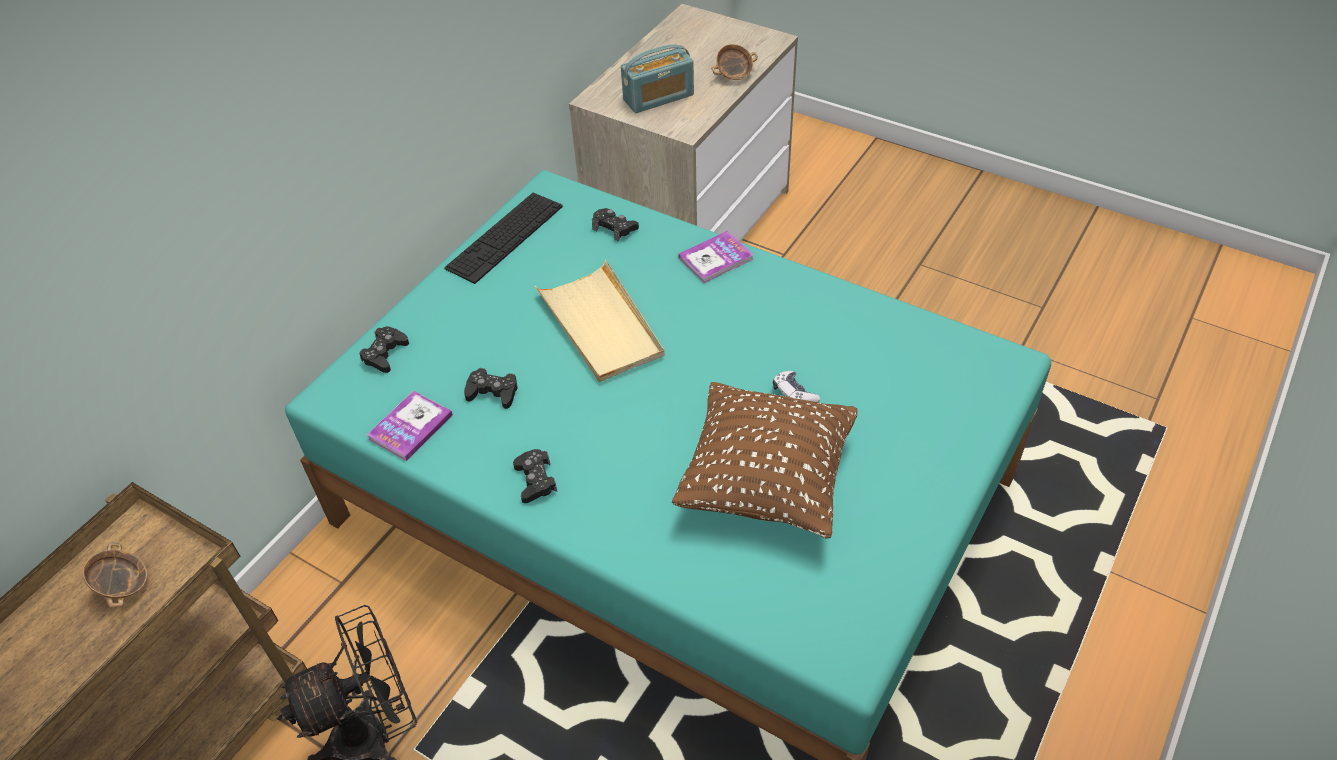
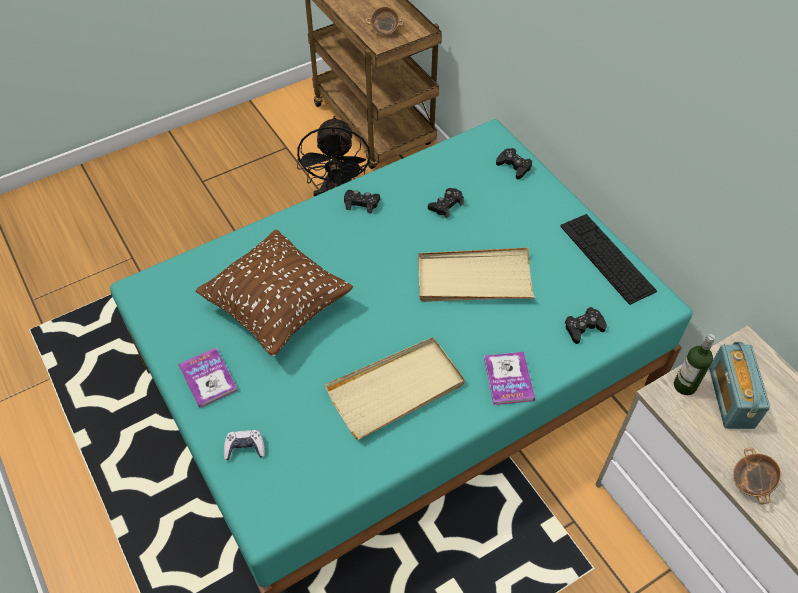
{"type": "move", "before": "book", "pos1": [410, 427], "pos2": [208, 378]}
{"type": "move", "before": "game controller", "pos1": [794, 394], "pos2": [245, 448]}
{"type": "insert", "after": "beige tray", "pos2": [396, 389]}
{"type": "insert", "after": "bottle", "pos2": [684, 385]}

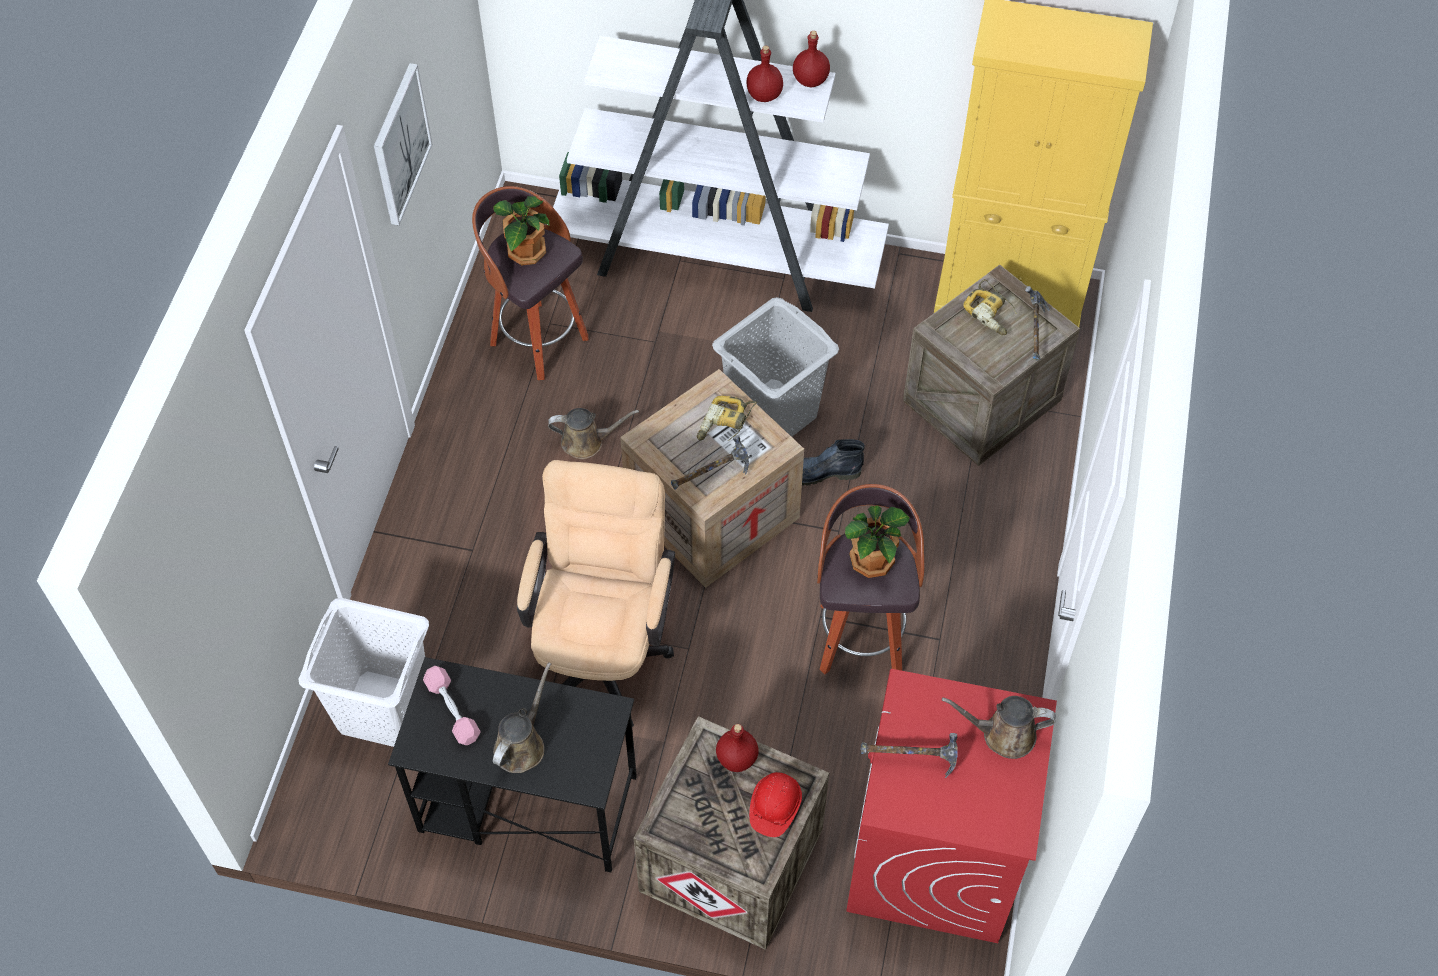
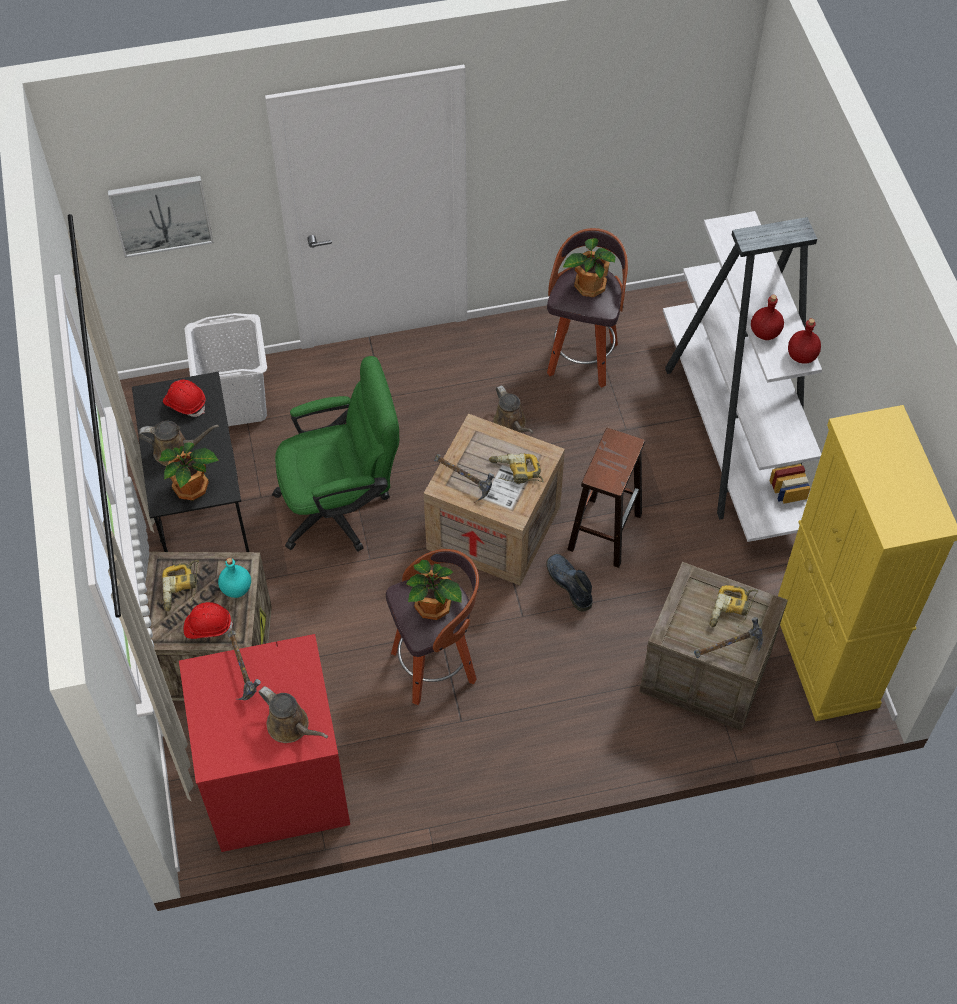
{"type": "move", "before": "picture", "pos1": [400, 144], "pos2": [161, 215]}
{"type": "replace", "before": "pink dumbbell", "after": "red hard hat", "pos1": [452, 710], "pos2": [185, 403]}
{"type": "recolor", "before": "beige office chair", "after": "green office chair", "pos1": [603, 650], "pos2": [342, 507]}
{"type": "replace", "before": "grey laundry basket", "after": "brown stool", "pos1": [771, 414], "pos2": [605, 530]}
{"type": "recolor", "before": "red bottle", "after": "turquoise bottle", "pos1": [737, 759], "pos2": [236, 589]}
{"type": "rotate", "before": "brown watering can", "pos1": [1003, 734], "pos2": [291, 726], "turn": 150}
{"type": "insert", "after": "potted plant", "pos2": [192, 488]}
{"type": "insert", "after": "power drill", "pos2": [181, 588]}

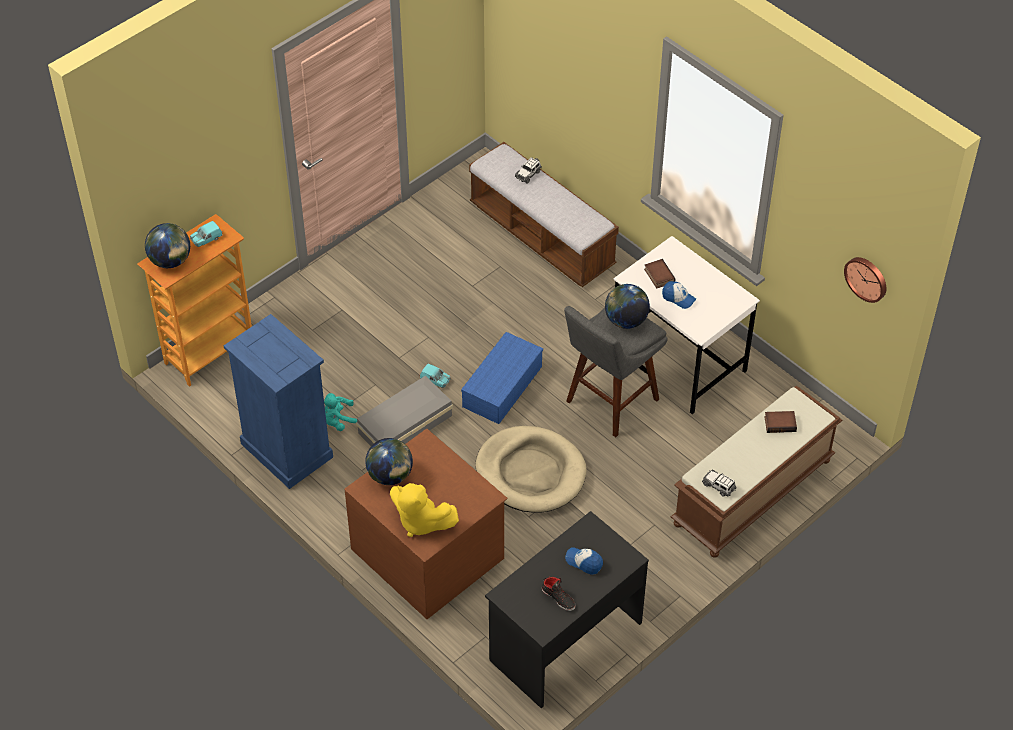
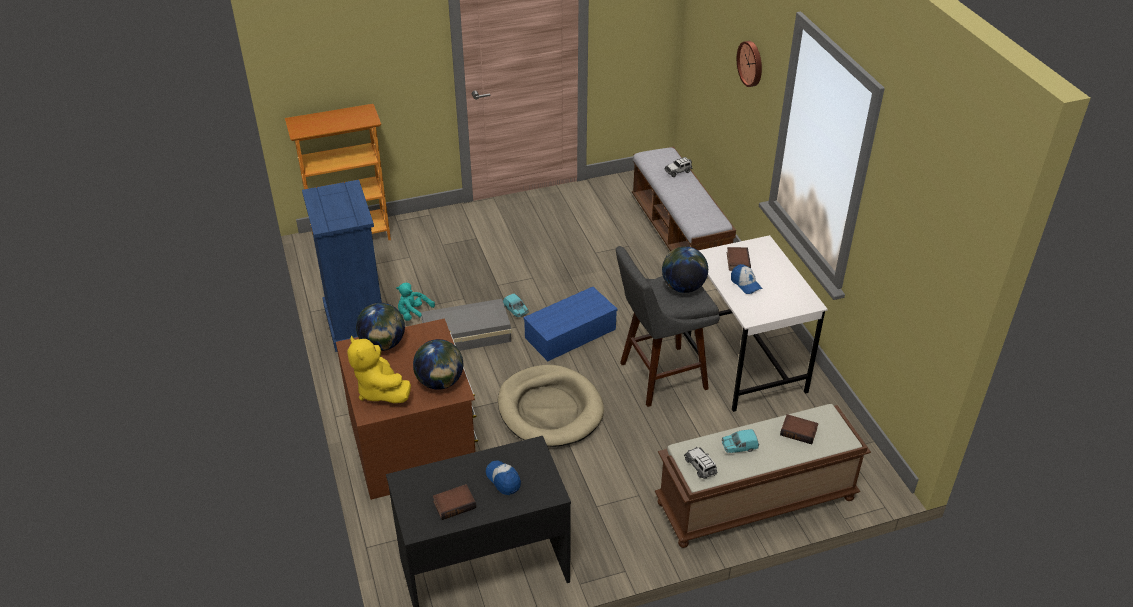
{"type": "move", "before": "globe", "pos1": [170, 261], "pos2": [440, 382]}
{"type": "move", "before": "turquoise toy car", "pos1": [206, 239], "pos2": [739, 447]}
{"type": "replace", "before": "black shoe", "after": "book", "pos1": [558, 598], "pos2": [454, 503]}
{"type": "move", "before": "wall clock", "pos1": [867, 278], "pos2": [751, 63]}

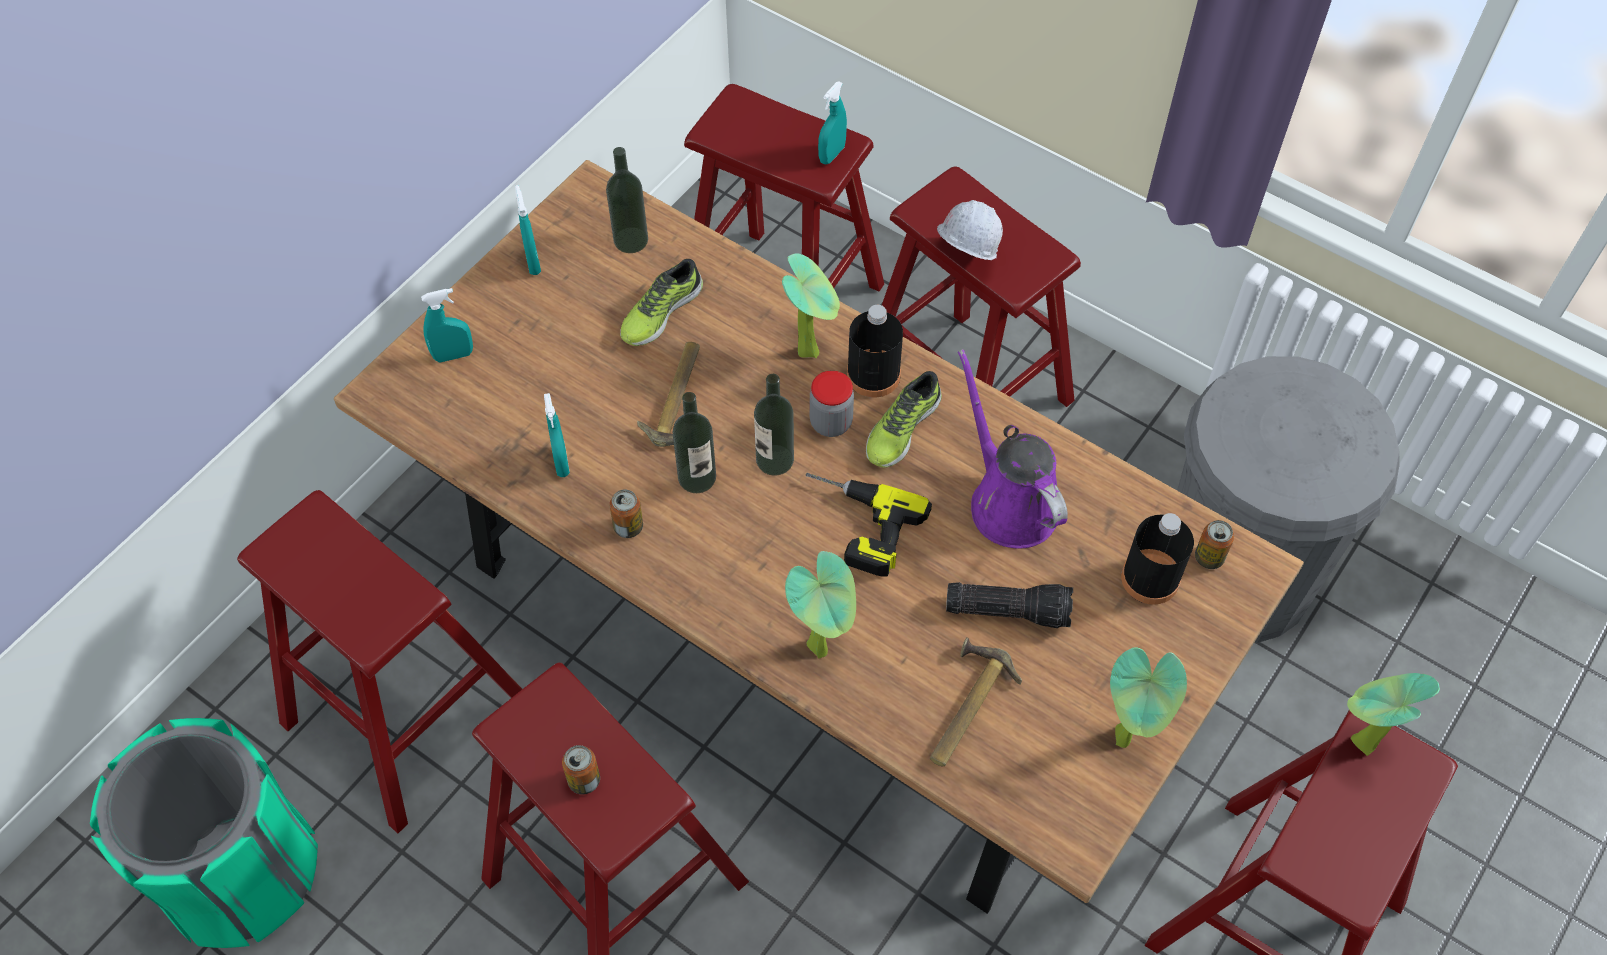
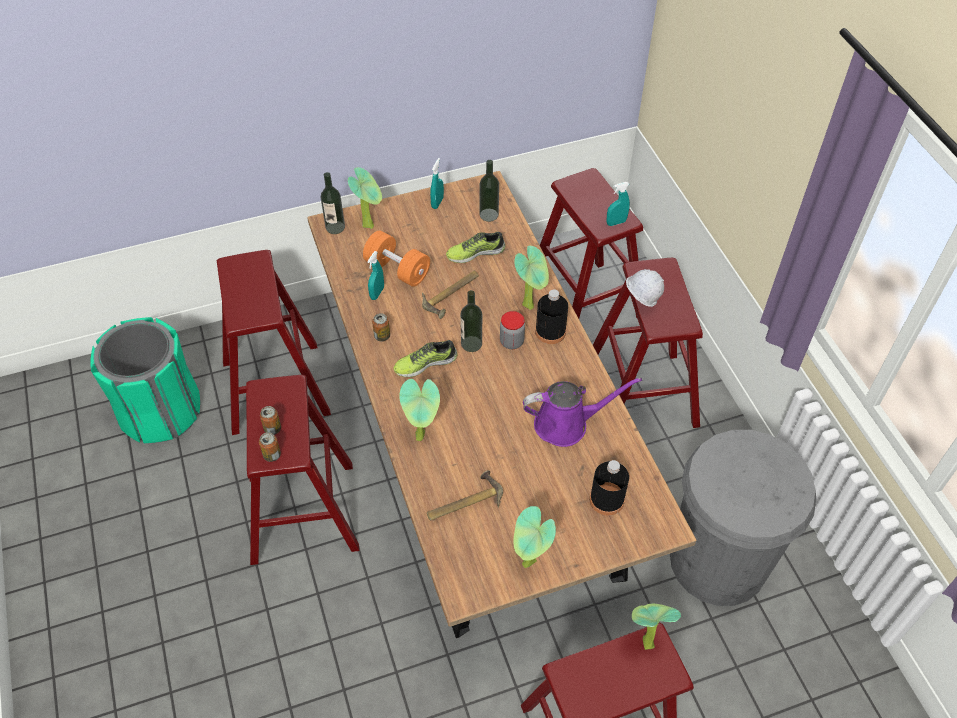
{"type": "replace", "before": "turquoise spray bottle", "after": "potted plant", "pos1": [453, 355], "pos2": [370, 224]}
{"type": "move", "before": "bottle", "pos1": [697, 477], "pos2": [335, 227]}
{"type": "delete", "before": "power drill", "pos1": [855, 526]}
{"type": "move", "before": "shoe", "pos1": [901, 428], "pos2": [425, 363]}
{"type": "delete", "before": "flashlight", "pos1": [1009, 609]}
{"type": "rotate", "before": "purple watering can", "pos1": [1008, 501], "pos2": [566, 424], "turn": 75}
{"type": "move", "before": "can", "pos1": [1209, 557], "pos2": [272, 455]}
{"type": "insert", "after": "orange dumbbell", "pos2": [397, 269]}

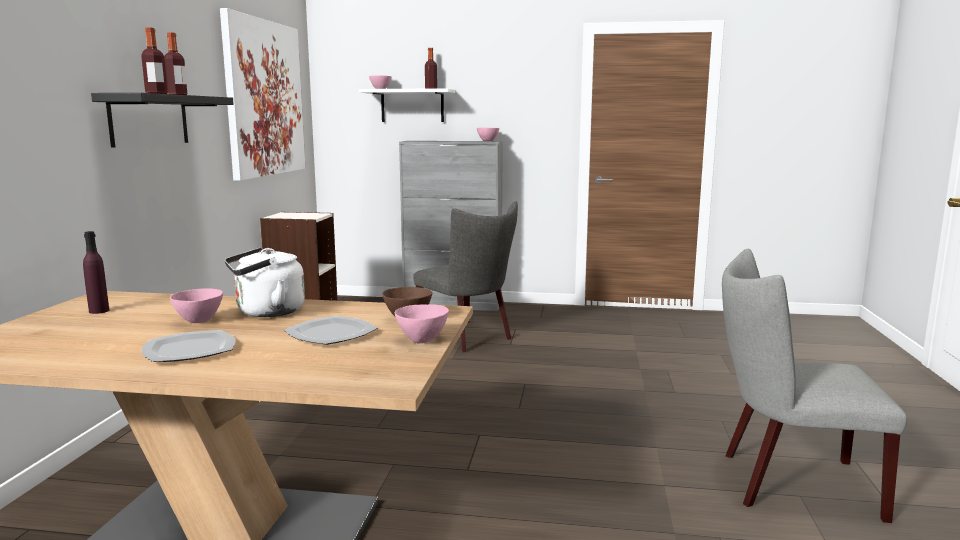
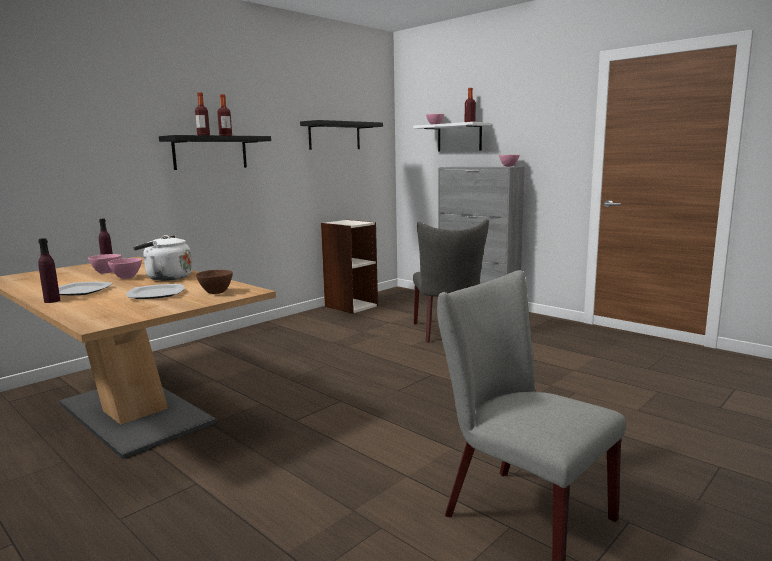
{"type": "replace", "before": "picture", "after": "black shelf", "pos1": [264, 98], "pos2": [334, 136]}
{"type": "move", "before": "pink bowl", "pos1": [422, 340], "pos2": [107, 272]}
{"type": "insert", "after": "purple bottle", "pos2": [52, 301]}

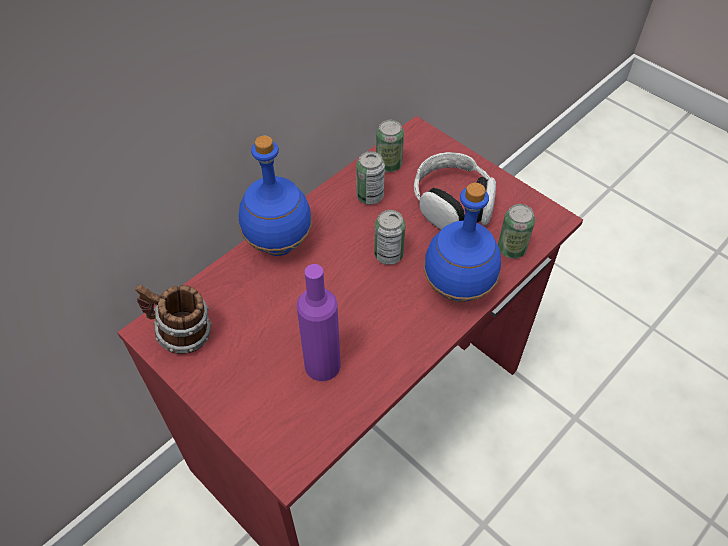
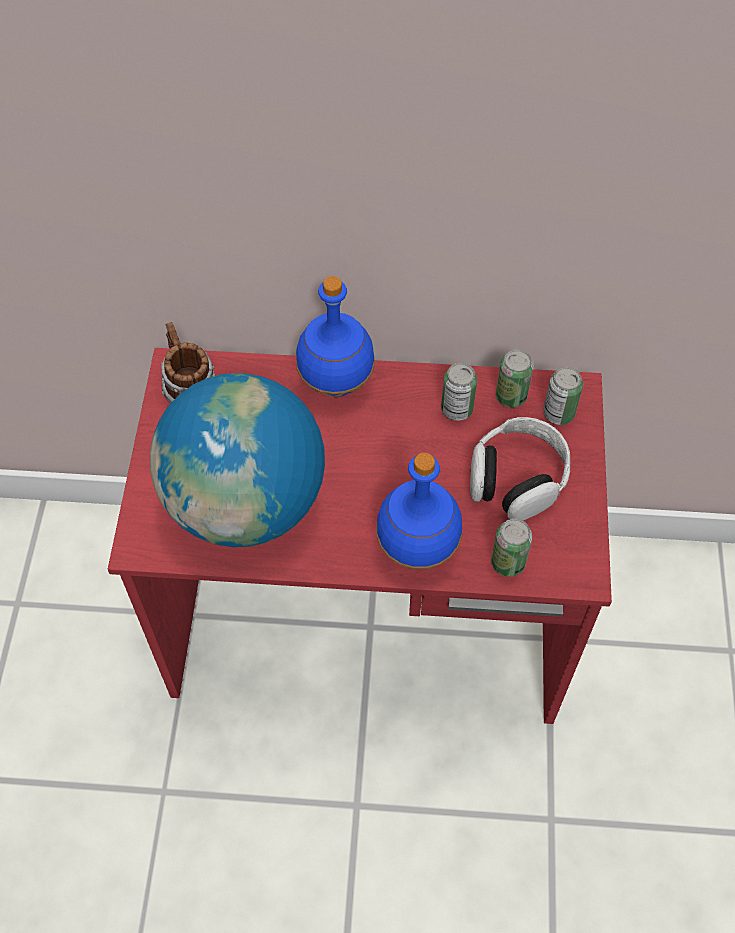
{"type": "replace", "before": "purple bottle", "after": "globe", "pos1": [322, 365], "pos2": [246, 503]}
{"type": "move", "before": "can", "pos1": [388, 255], "pos2": [558, 413]}

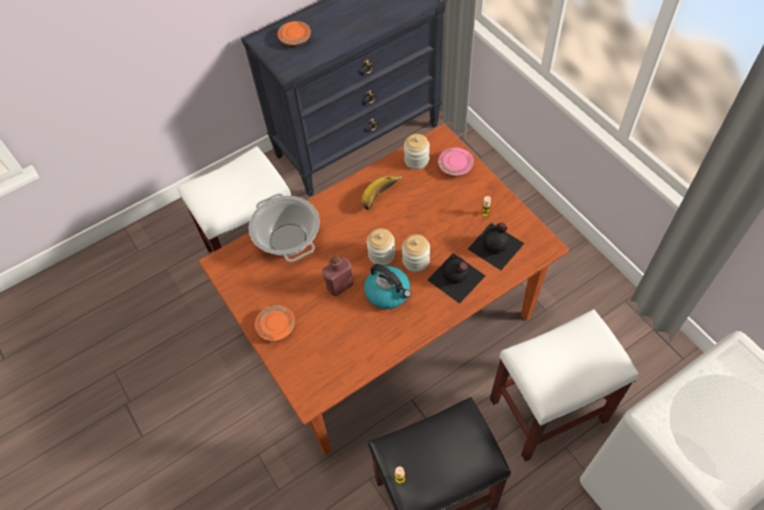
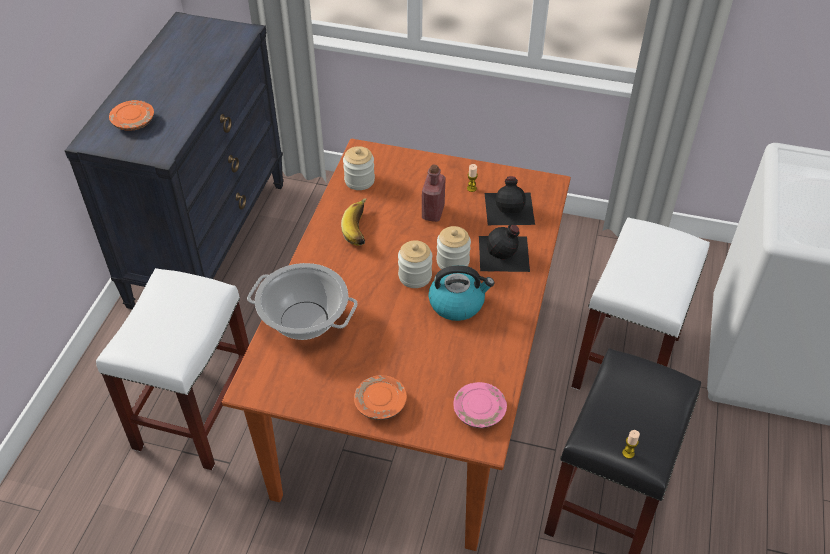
{"type": "move", "before": "red bottle", "pos1": [340, 286], "pos2": [433, 212]}
{"type": "move", "before": "pink plate", "pos1": [455, 166], "pos2": [479, 411]}

